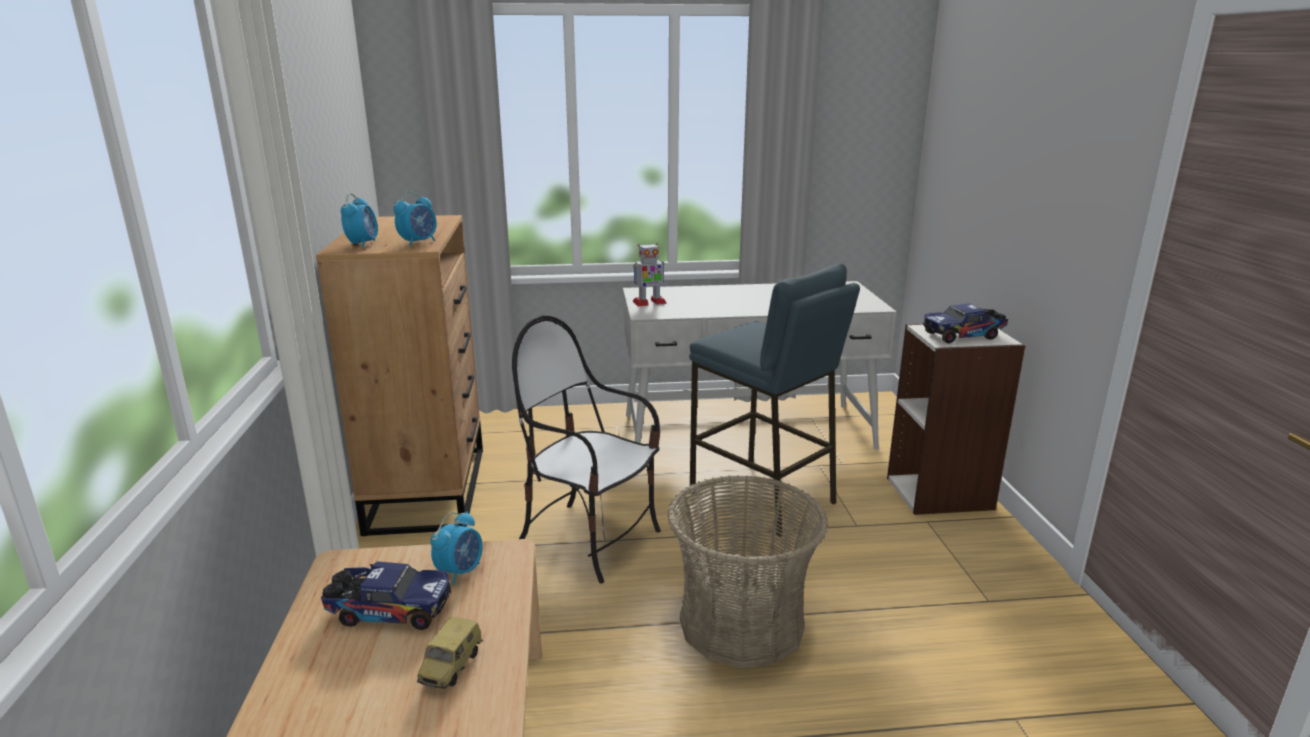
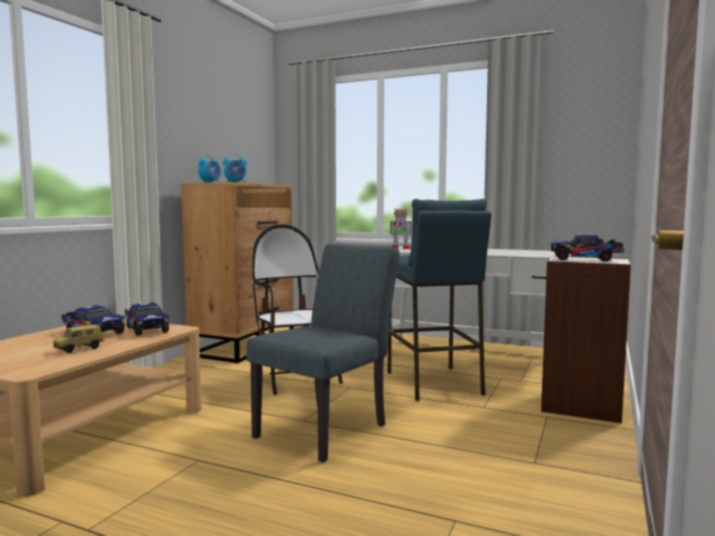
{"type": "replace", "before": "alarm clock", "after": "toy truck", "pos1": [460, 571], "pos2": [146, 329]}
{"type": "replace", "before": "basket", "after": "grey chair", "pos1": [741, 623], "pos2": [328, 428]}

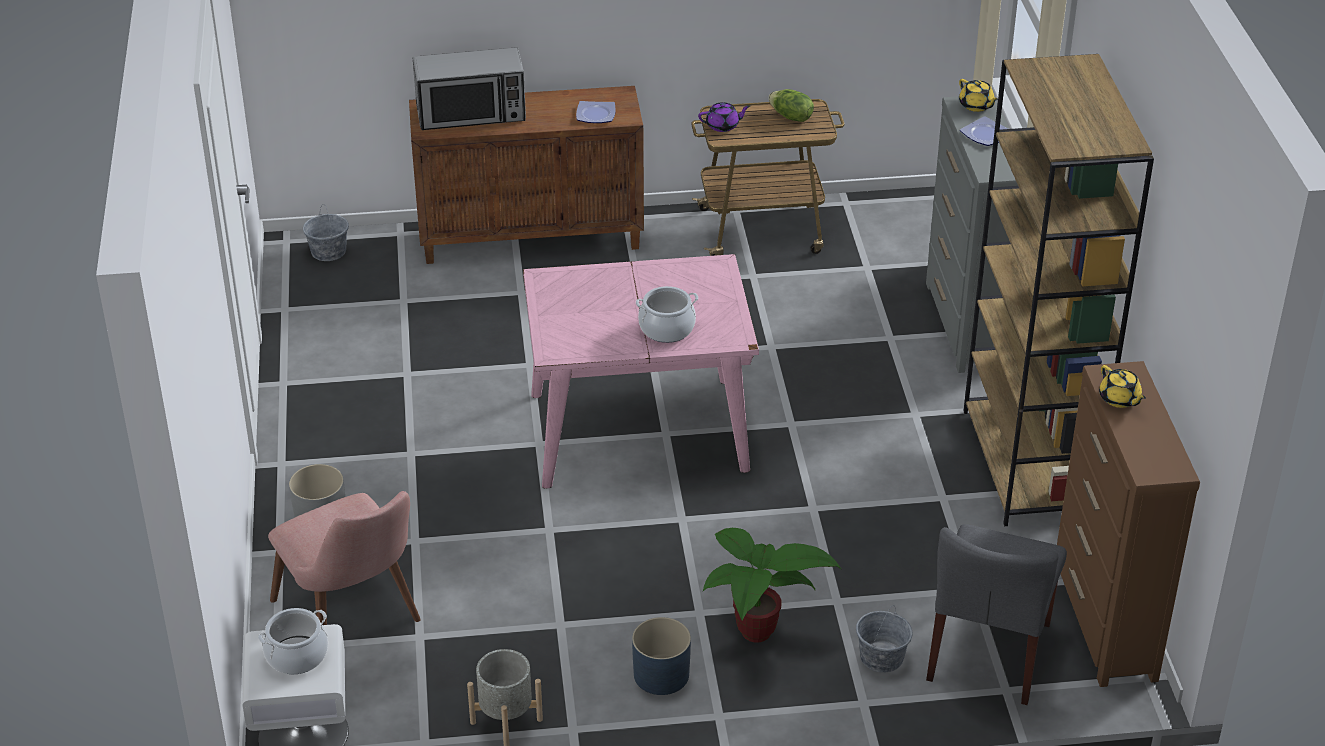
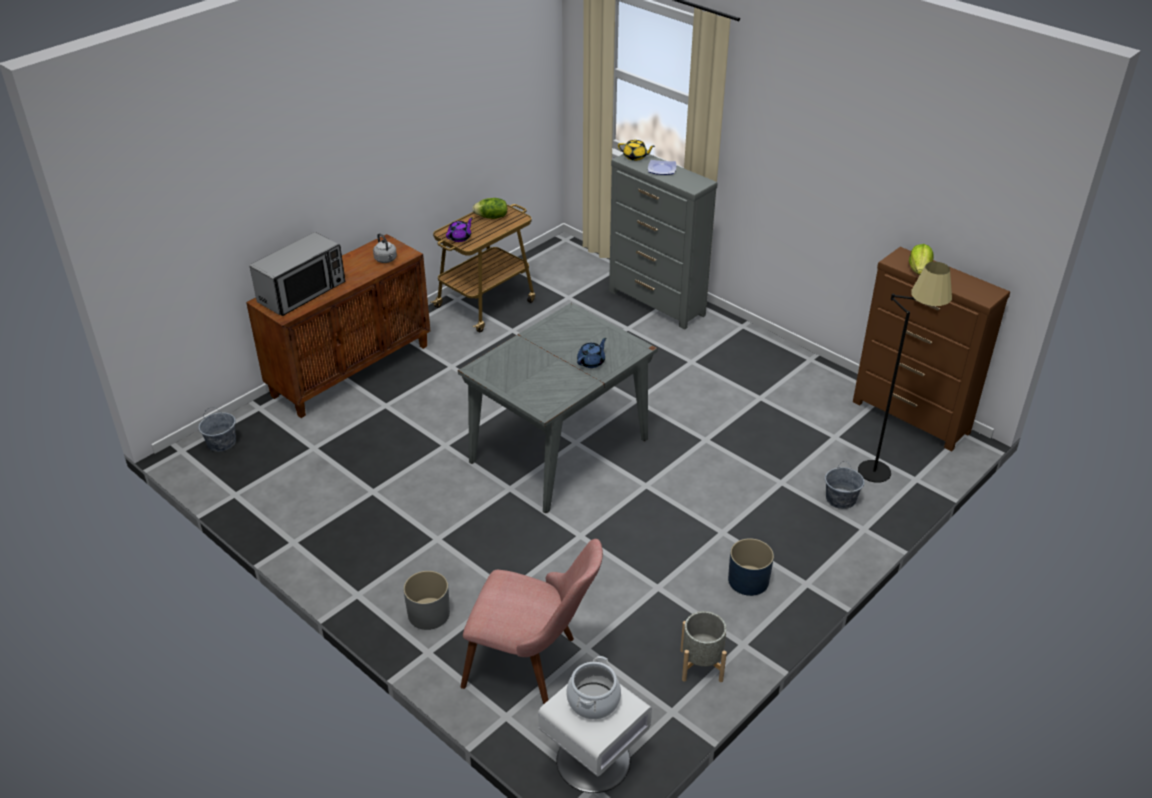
{"type": "recolor", "before": "pink dining table", "after": "grey dining table", "pos1": [640, 432], "pos2": [560, 449]}
{"type": "replace", "before": "plate", "after": "grey kettle", "pos1": [596, 115], "pos2": [386, 260]}
{"type": "replace", "before": "cooking pot", "after": "blue teapot", "pos1": [666, 328], "pos2": [591, 362]}
{"type": "delete", "before": "potted plant", "pos1": [756, 636]}
{"type": "replace", "before": "grey chair", "after": "black floor lamp", "pos1": [989, 652], "pos2": [884, 465]}
{"type": "delete", "before": "brown bookcase", "pos1": [1028, 464]}
{"type": "replace", "before": "yellow teapot", "after": "lettuce", "pos1": [1119, 399], "pos2": [919, 270]}

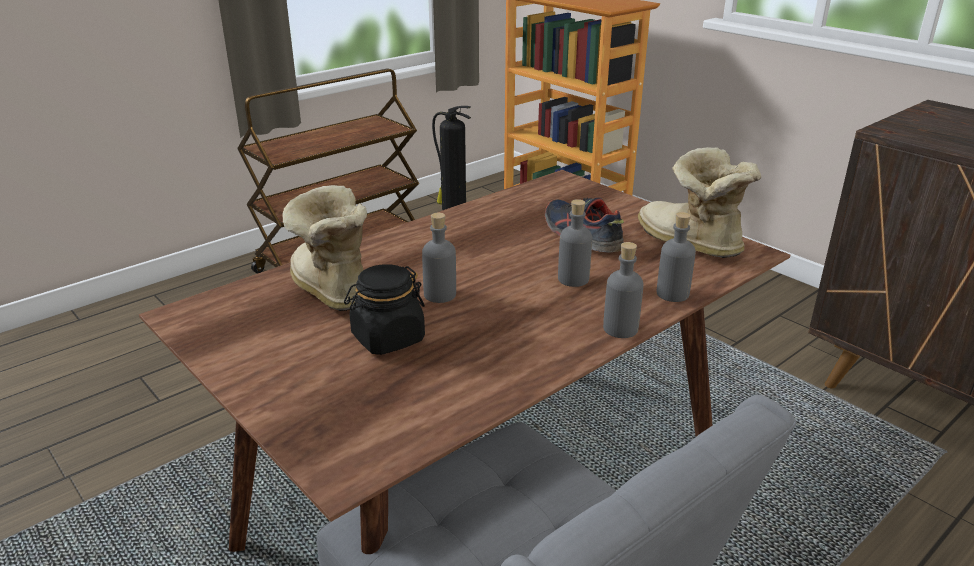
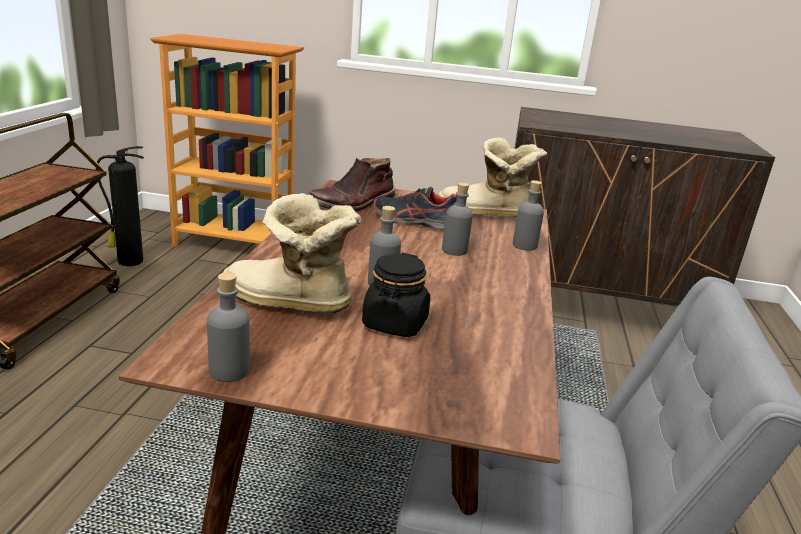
{"type": "move", "before": "grey bottle", "pos1": [620, 329], "pos2": [229, 371]}
{"type": "insert", "after": "brown boot", "pos2": [353, 204]}

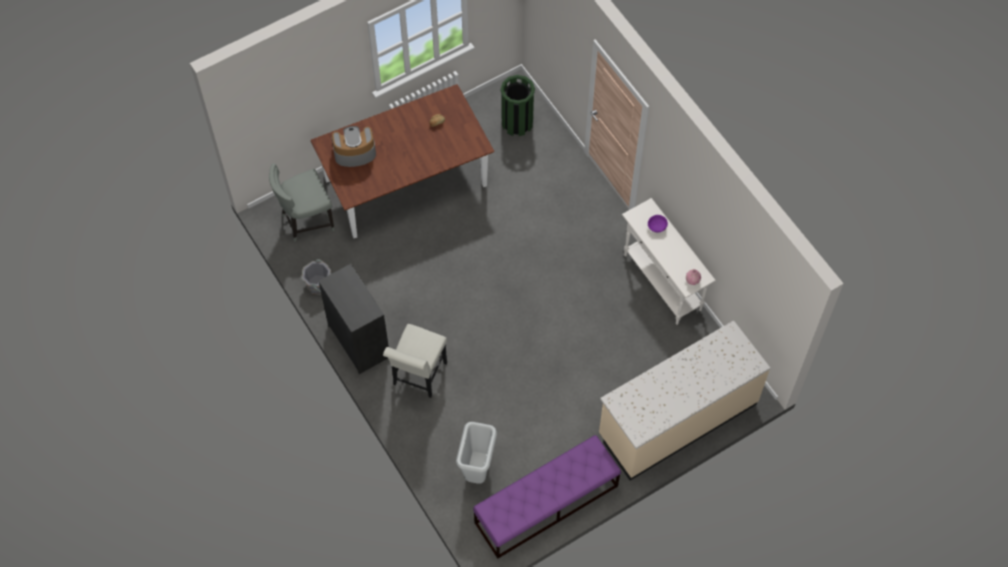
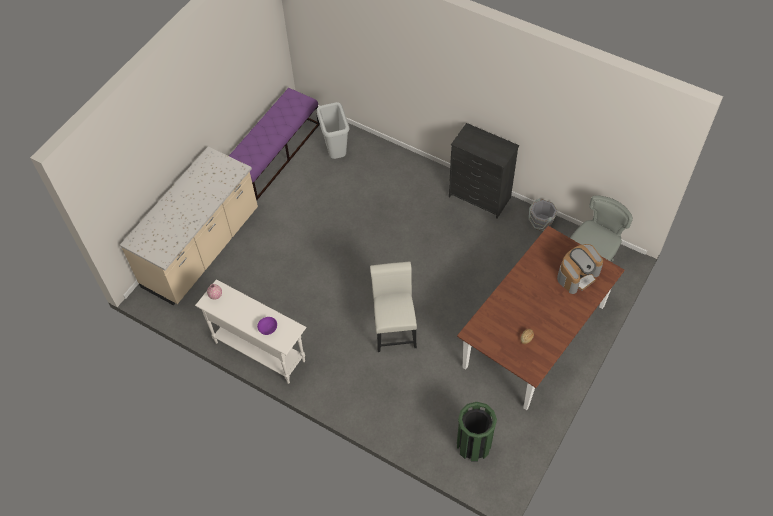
{"type": "move", "before": "white chair", "pos1": [418, 377], "pos2": [394, 329]}

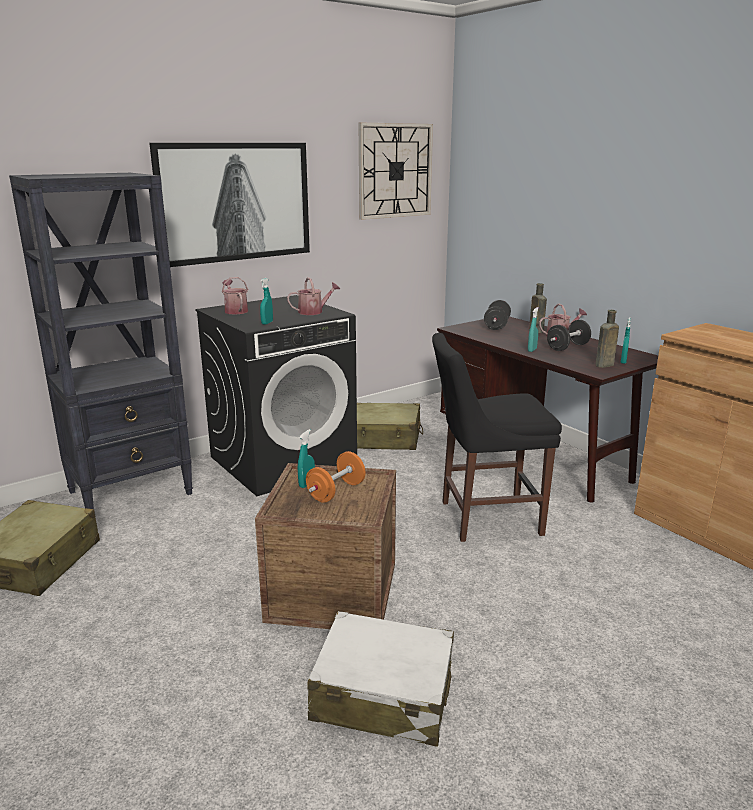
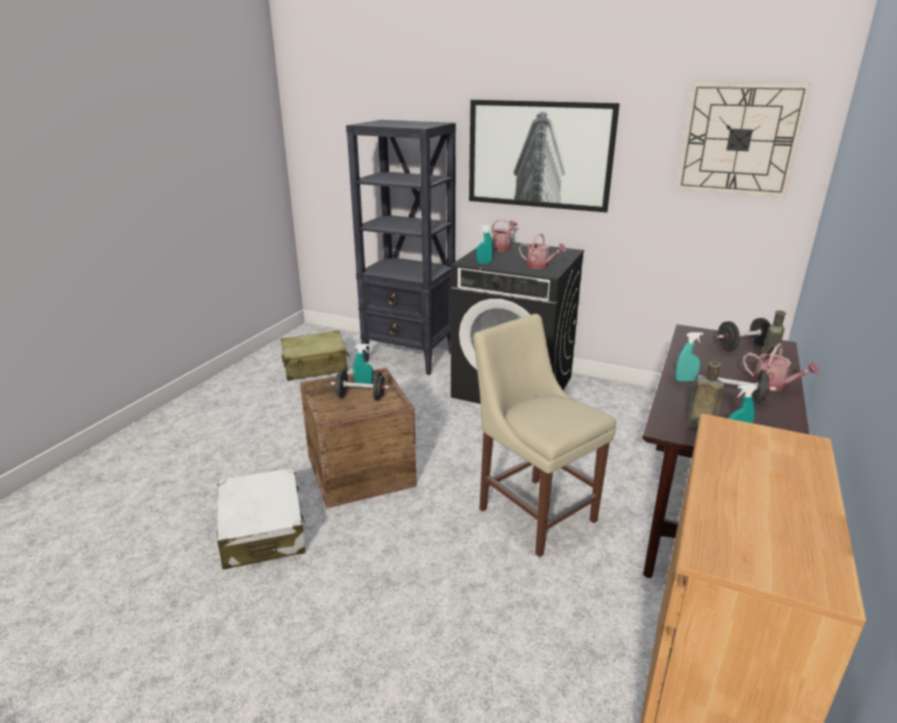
{"type": "recolor", "before": "orange dumbbell", "after": "black dumbbell", "pos1": [336, 492], "pos2": [361, 397]}
{"type": "delete", "before": "beige suitcase", "pos1": [385, 438]}
{"type": "recolor", "before": "black chair", "after": "beige chair", "pos1": [485, 518], "pos2": [533, 511]}

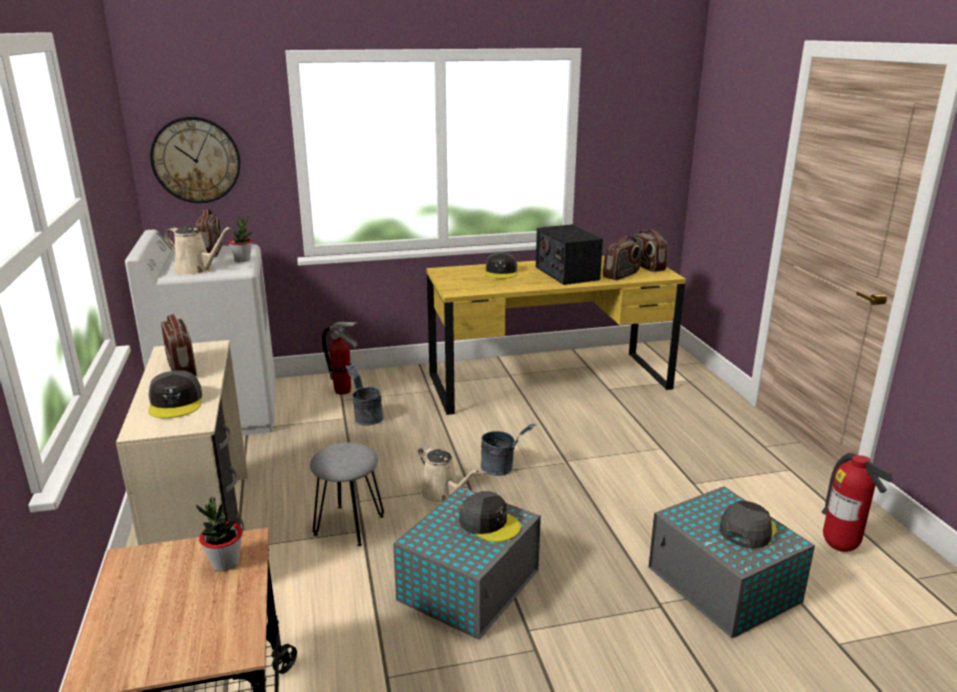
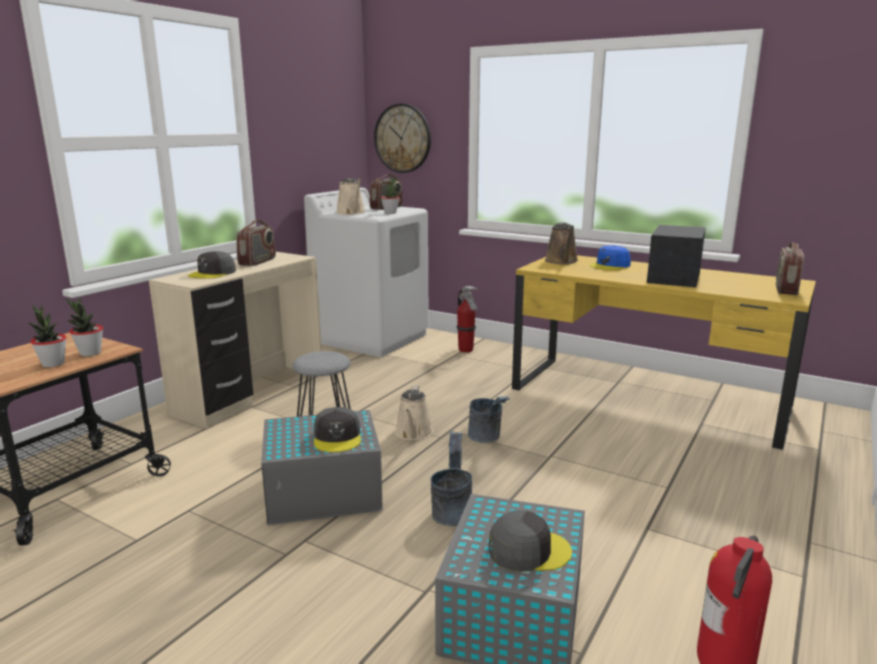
{"type": "move", "before": "grey bucket", "pos1": [366, 417], "pos2": [452, 511]}
{"type": "recolor", "before": "grey cap", "after": "blue cap", "pos1": [501, 272], "pos2": [610, 265]}
{"type": "delete", "before": "radio", "pos1": [621, 275]}
{"type": "insert", "after": "potted plant", "pos2": [53, 364]}
{"type": "insert", "after": "brown watering can", "pos2": [562, 261]}

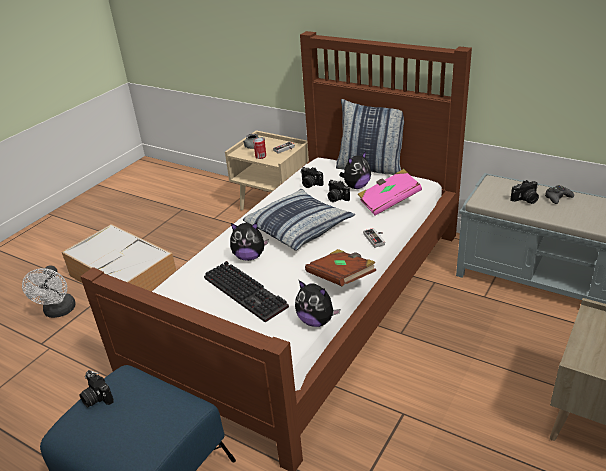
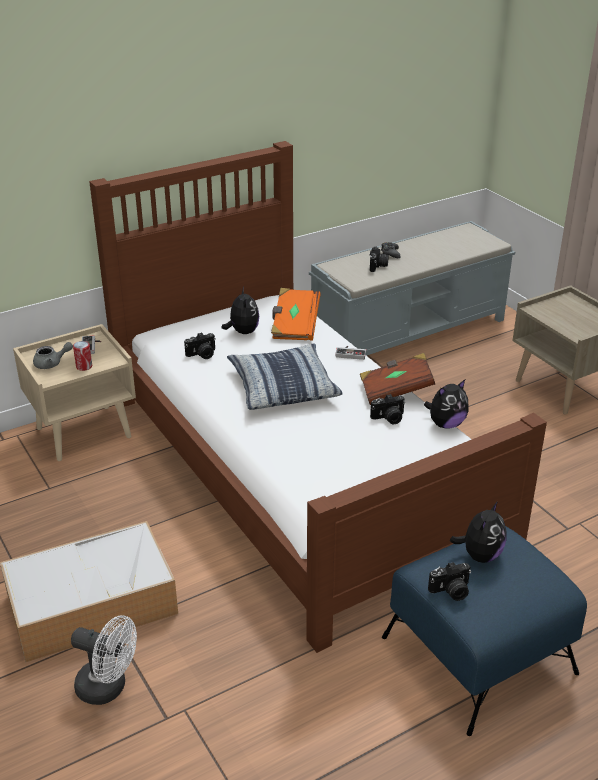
{"type": "delete", "before": "keyboard", "pos1": [247, 292]}
{"type": "move", "before": "plush toy", "pos1": [249, 257], "pos2": [480, 555]}
{"type": "move", "before": "photo camera", "pos1": [336, 198], "pos2": [389, 418]}
{"type": "delete", "before": "pillow", "pos1": [371, 168]}
{"type": "recolor", "before": "pink book", "after": "orange book", "pos1": [388, 202], "pos2": [294, 326]}

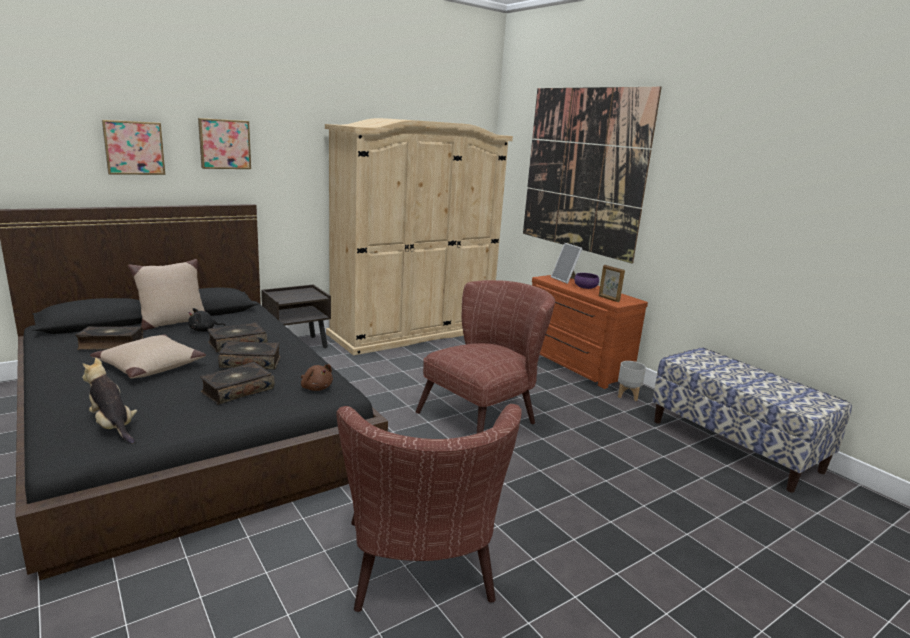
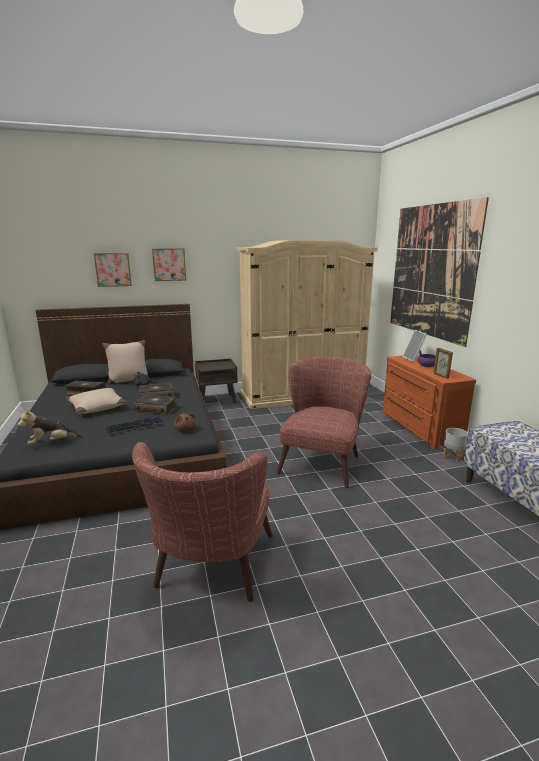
{"type": "rotate", "before": "plush toy", "pos1": [113, 427], "pos2": [51, 443], "turn": -90}
{"type": "replace", "before": "book", "after": "keyboard", "pos1": [237, 390], "pos2": [135, 426]}
{"type": "rotate", "before": "brown armchair", "pos1": [485, 415], "pos2": [322, 461], "turn": -45}

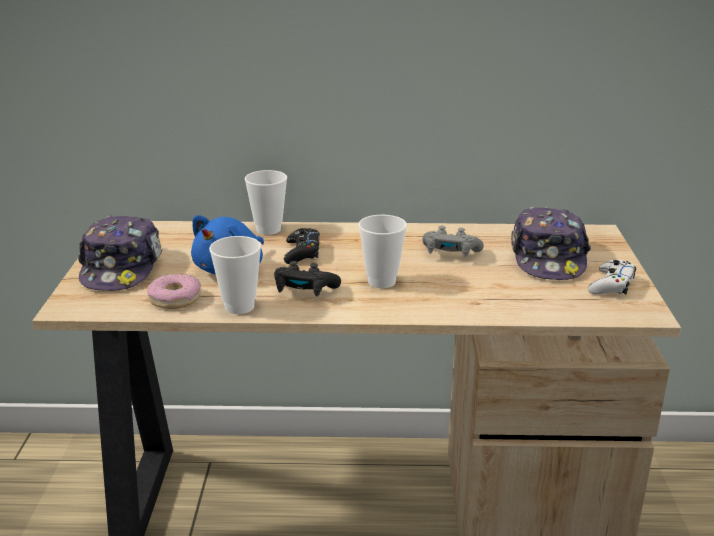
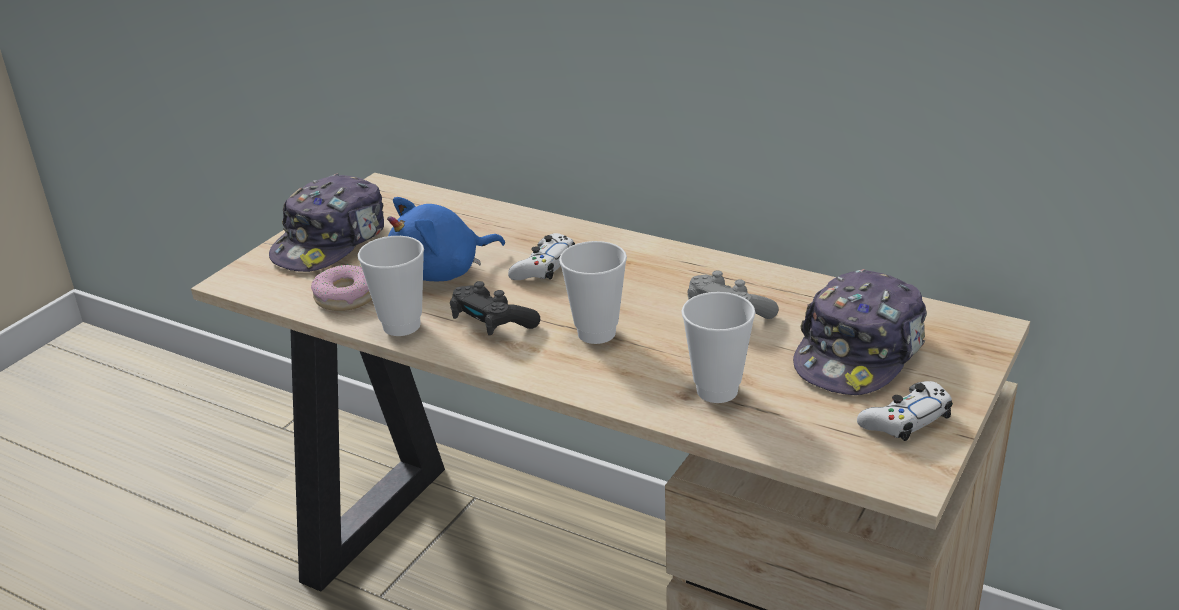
{"type": "move", "before": "cup", "pos1": [268, 229], "pos2": [717, 391]}
{"type": "recolor", "before": "black game controller", "after": "white game controller", "pos1": [302, 252], "pos2": [544, 267]}

